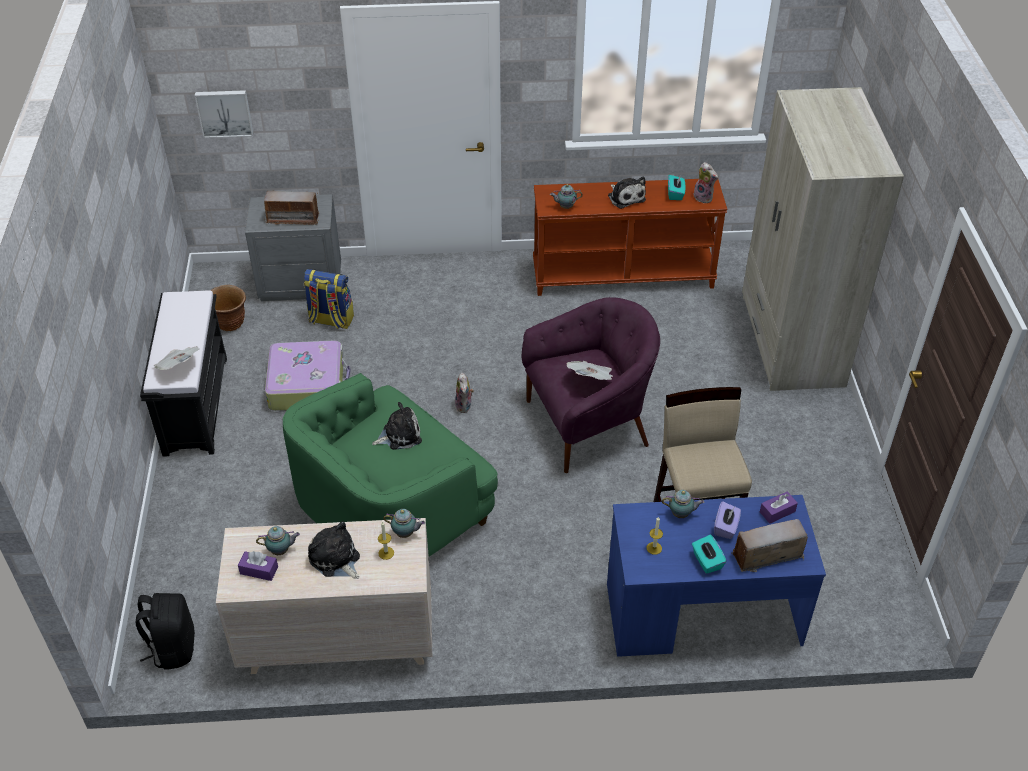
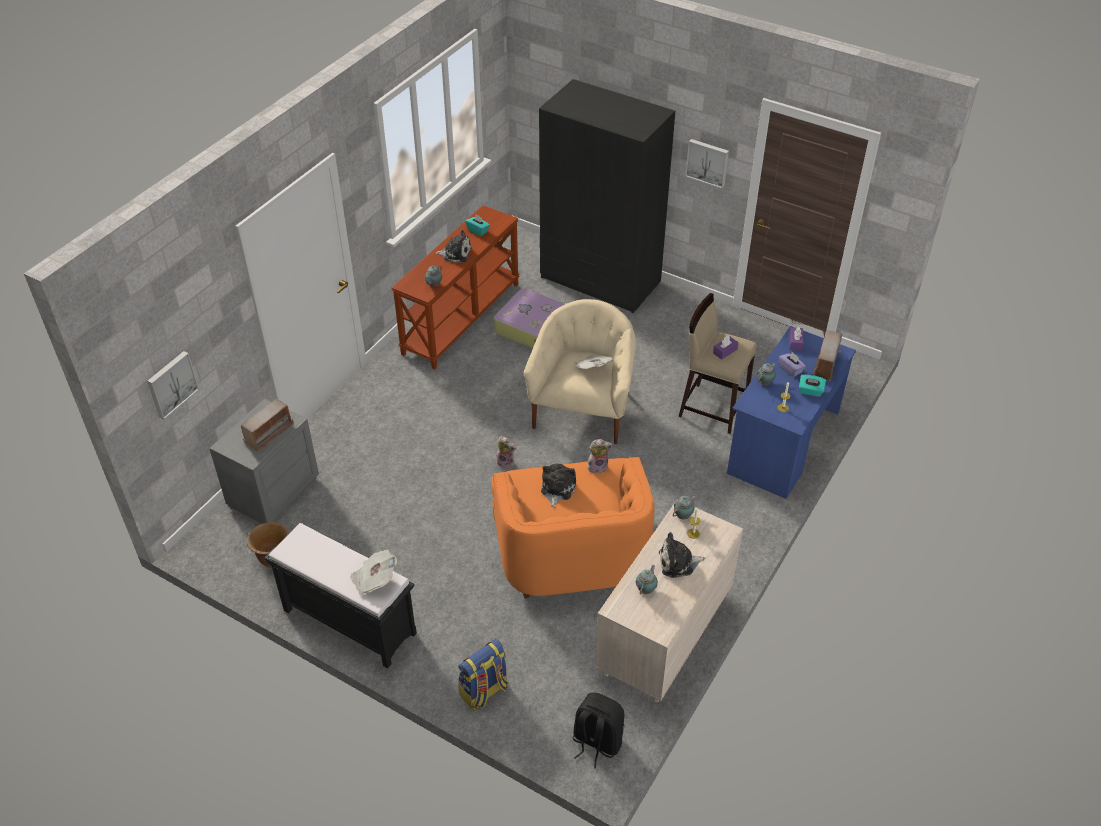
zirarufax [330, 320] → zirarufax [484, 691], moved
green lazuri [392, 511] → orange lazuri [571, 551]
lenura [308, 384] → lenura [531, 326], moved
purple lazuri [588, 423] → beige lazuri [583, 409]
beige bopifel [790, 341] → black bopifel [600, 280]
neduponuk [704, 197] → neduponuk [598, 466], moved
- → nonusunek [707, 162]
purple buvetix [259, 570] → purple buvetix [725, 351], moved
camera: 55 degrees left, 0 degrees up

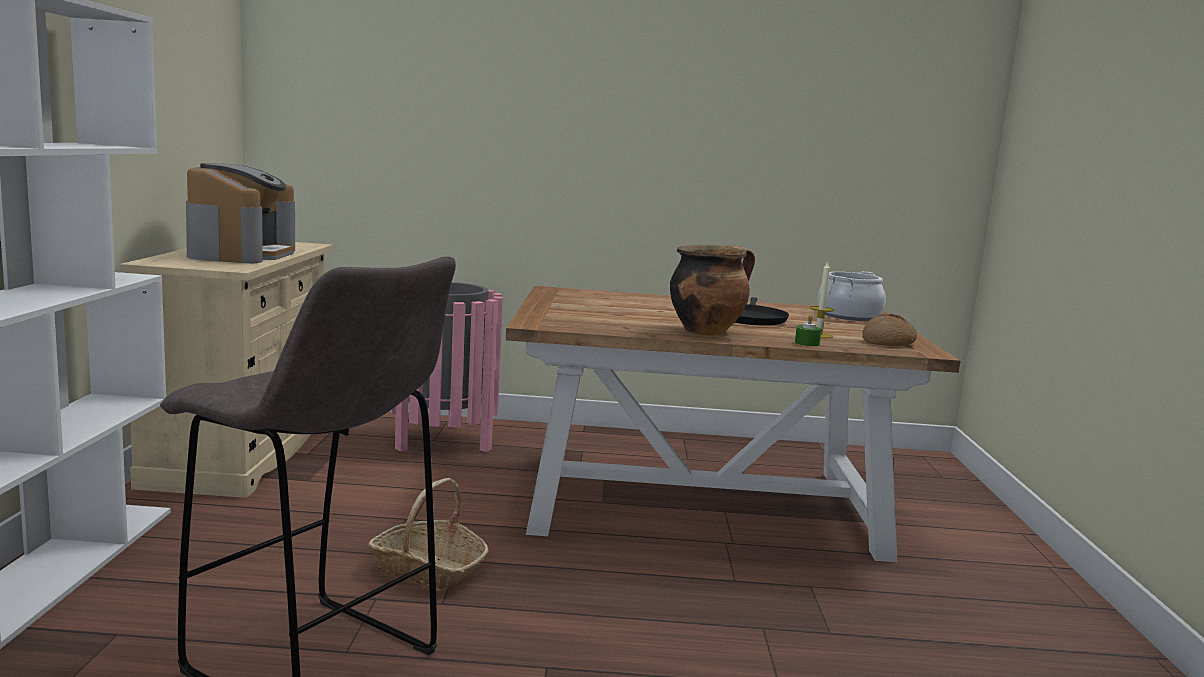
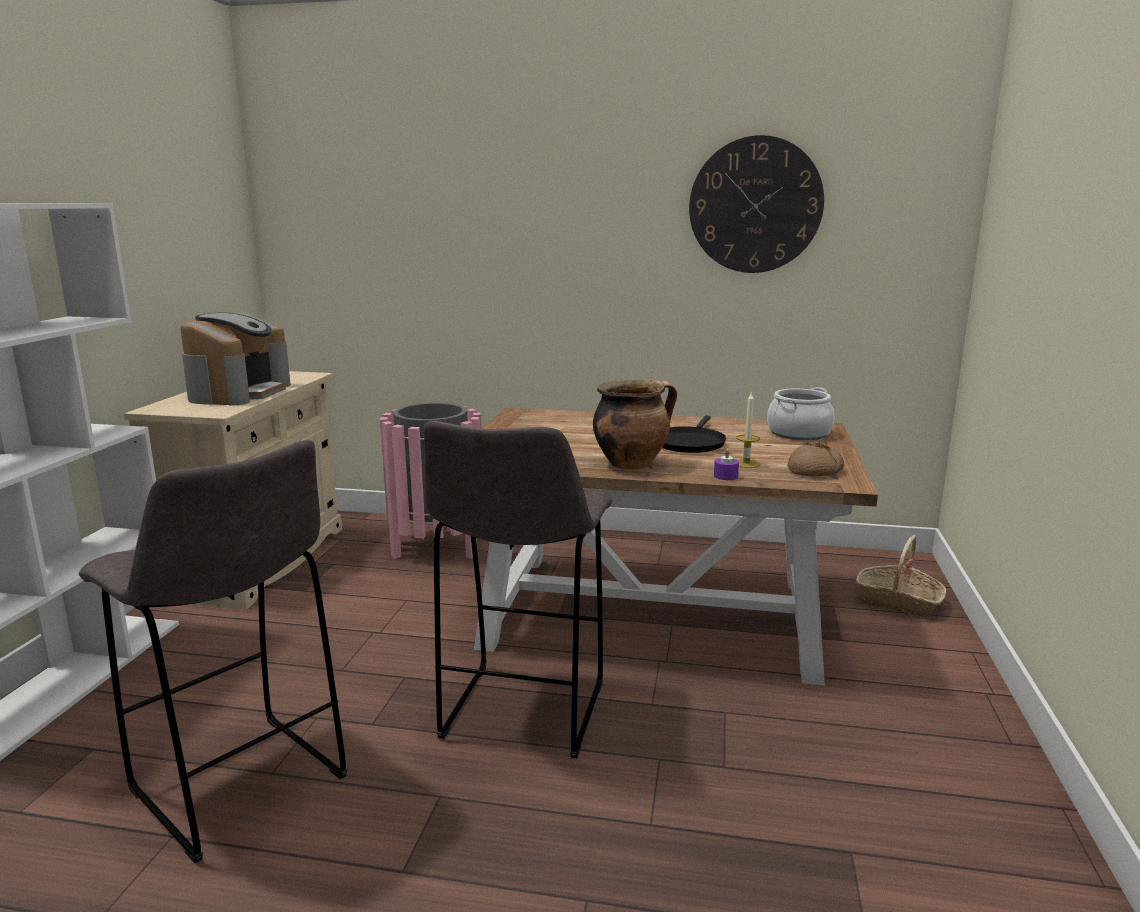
- → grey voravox [522, 713]
- → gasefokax [755, 205]
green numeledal [807, 343] → purple numeledal [725, 476]
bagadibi [429, 569] → bagadibi [898, 601], moved
camera: 10 degrees right, 5 degrees up

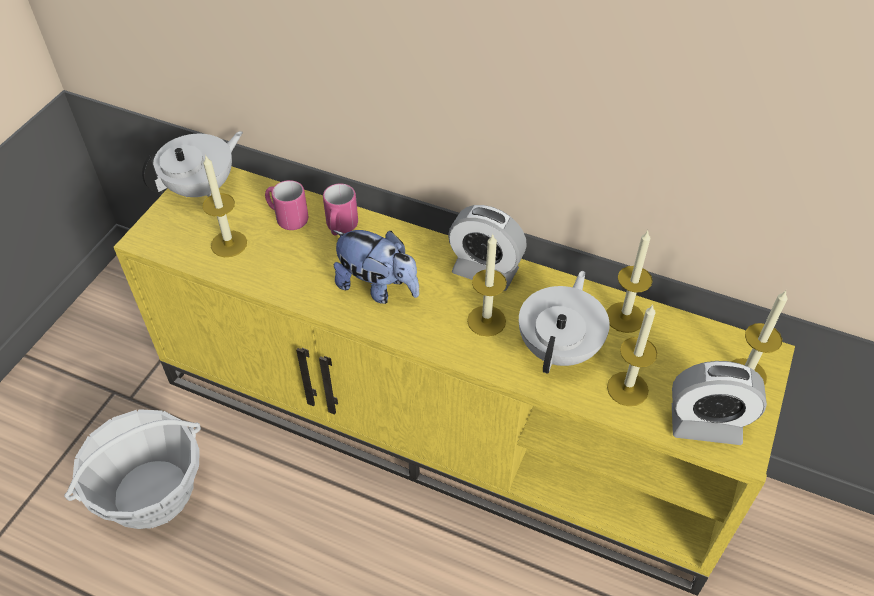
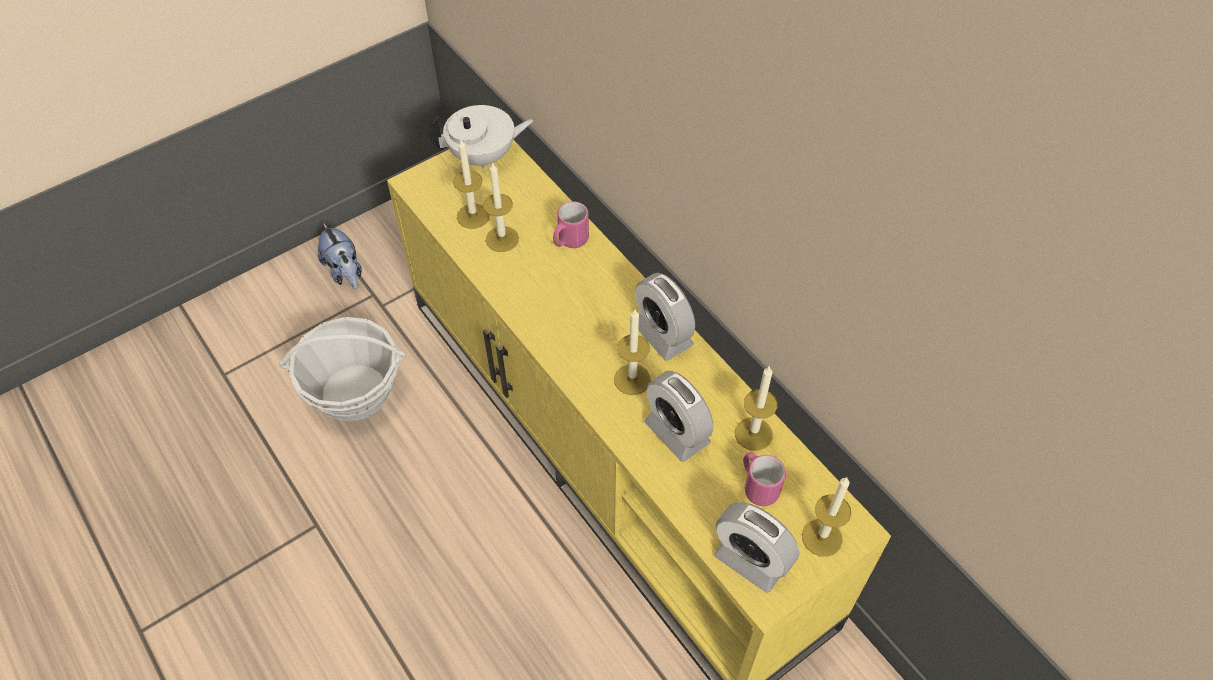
neduponuk [377, 287] → neduponuk [345, 272], moved
numeledal [627, 389] → numeledal [502, 239], moved
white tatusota [560, 348] → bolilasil [676, 432]
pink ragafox [287, 218] → pink ragafox [757, 486], moved
camera: 30 degrees right, 5 degrees up

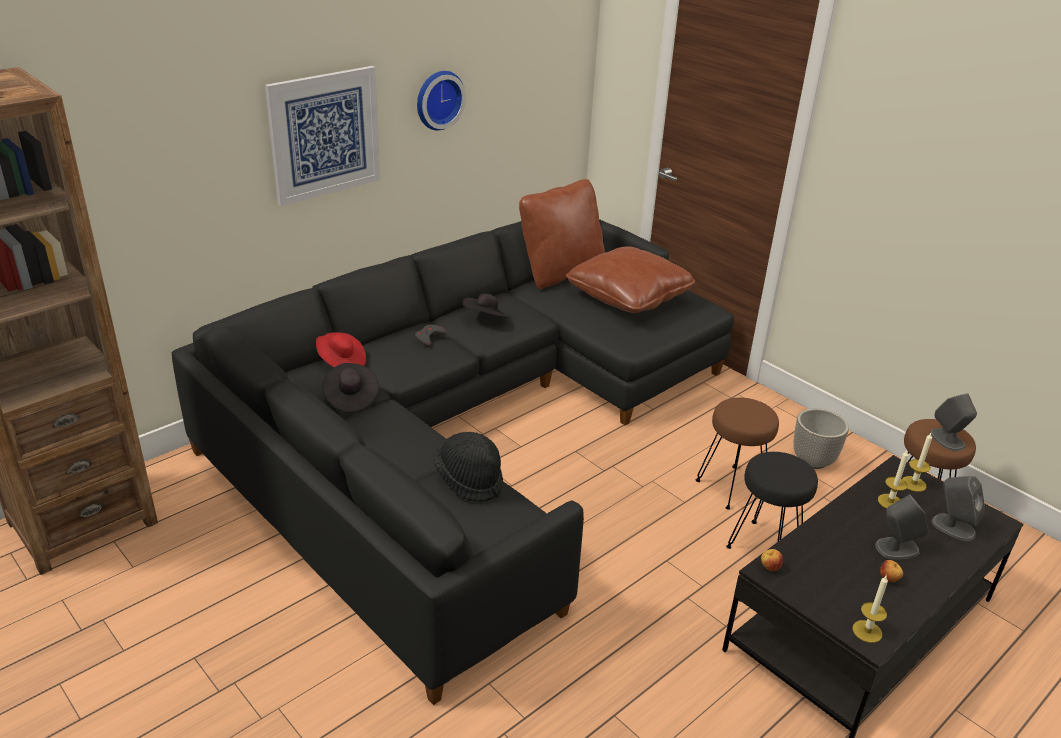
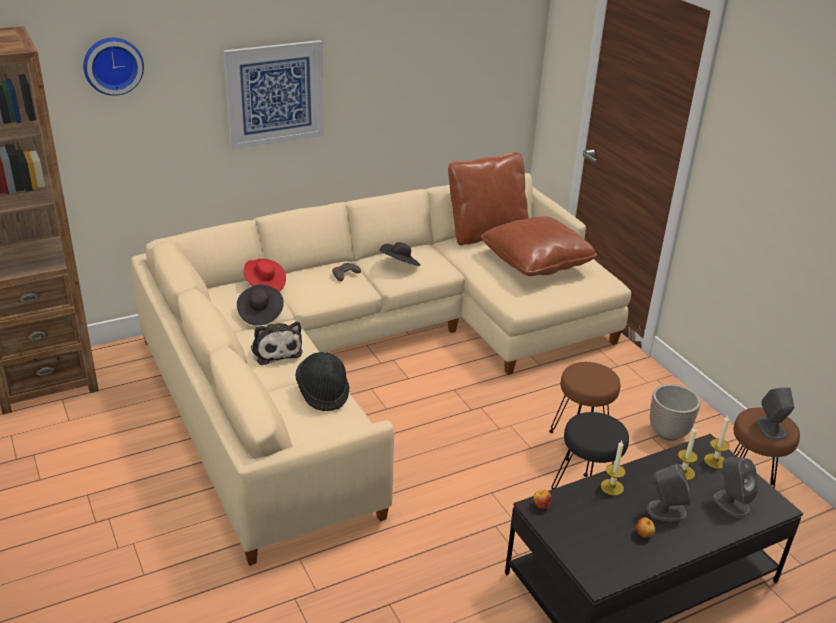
gasefokax [437, 99] → gasefokax [112, 65], moved
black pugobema [469, 429] → beige pugobema [370, 357]
- → neduponuk [275, 350]
numeledal [867, 631] → numeledal [612, 487], moved
camera: 15 degrees right, 0 degrees up

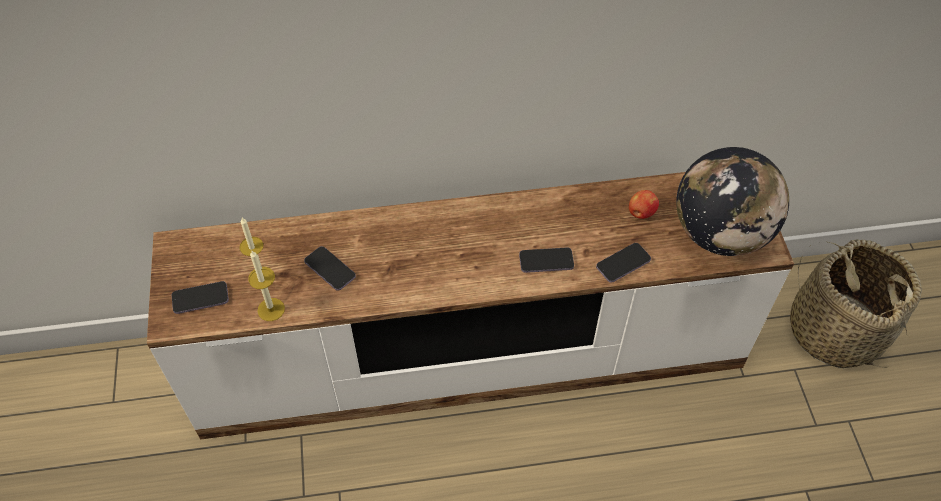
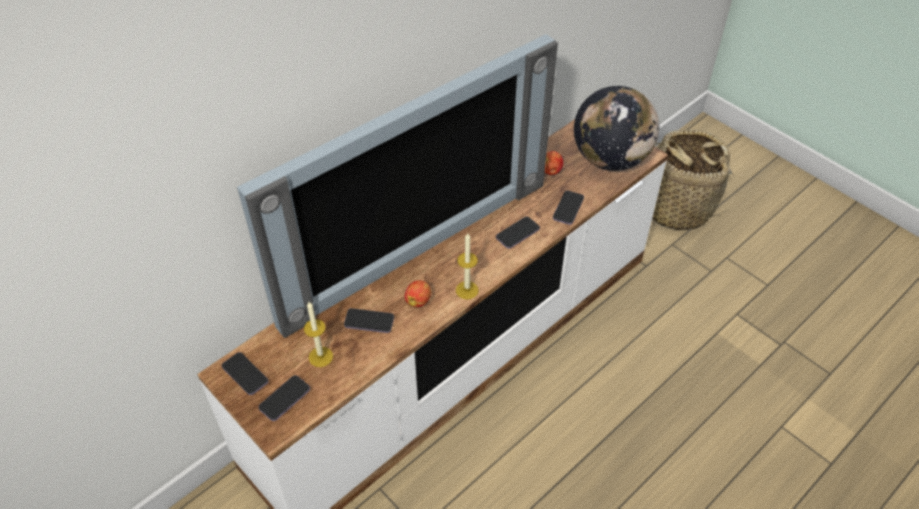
- → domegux [245, 374]
- → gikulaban [411, 244]
- → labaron [418, 300]
numeledal [271, 309] → numeledal [467, 290], moved
camera: 35 degrees left, 5 degrees down

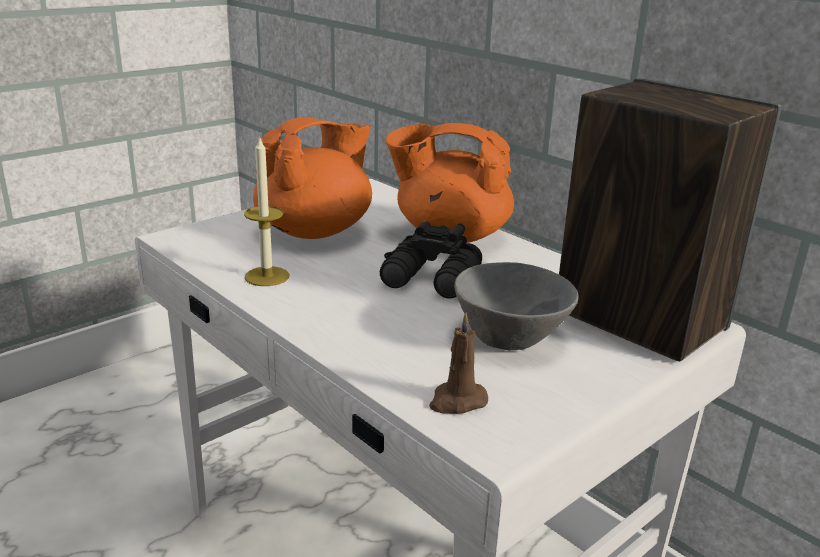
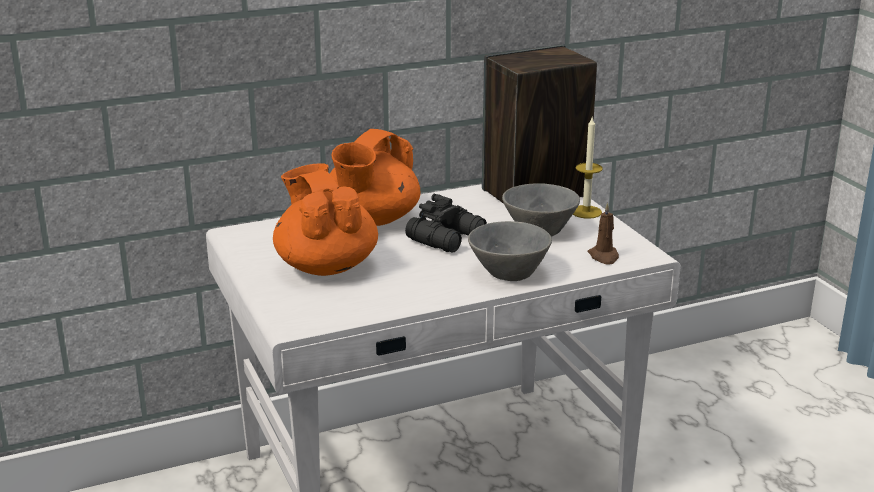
- → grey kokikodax [510, 272]
numeledal [267, 276] → numeledal [586, 212], moved
camera: 70 degrees left, 0 degrees up

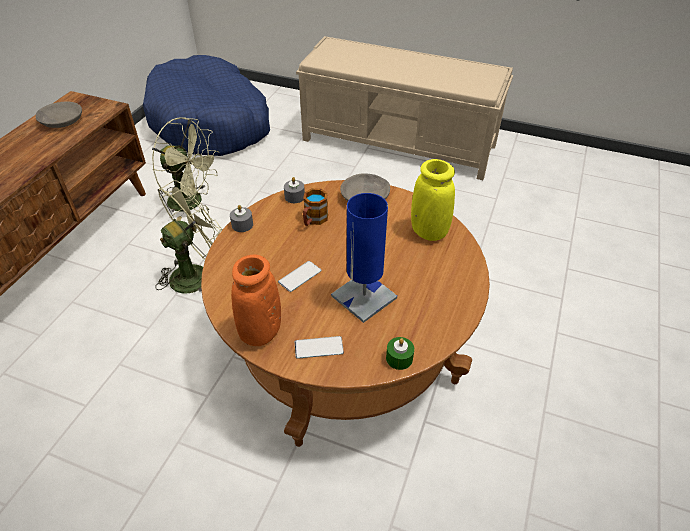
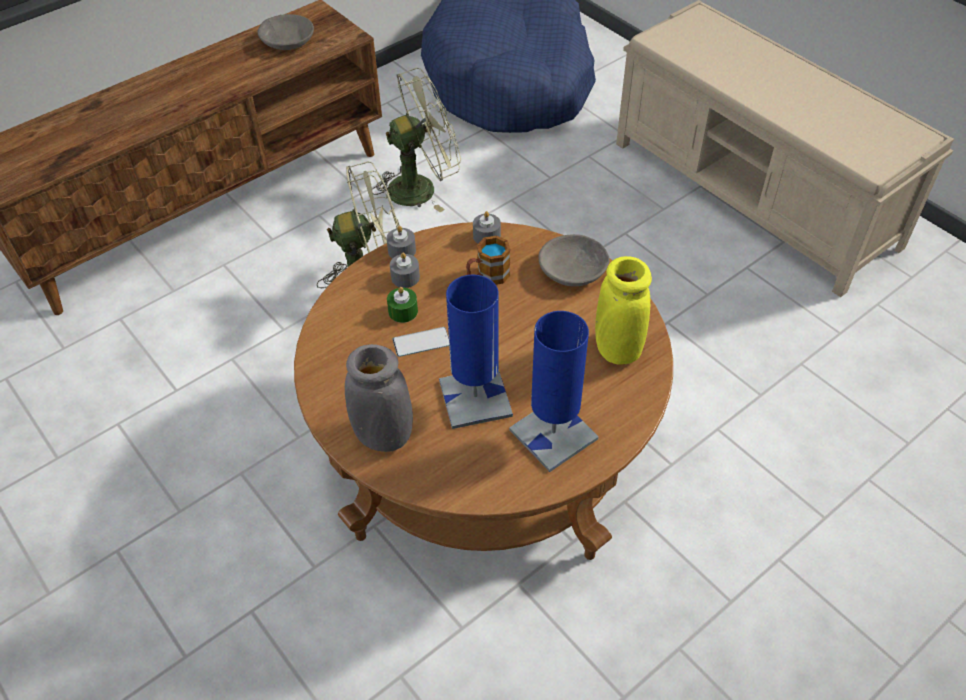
domegux [319, 347] → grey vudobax [383, 435]
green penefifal [192, 202] → green penefifal [421, 187], 75 degrees counterclockwise
green numeledal [399, 358] → green numeledal [403, 311], moved
- → grey numeledal [405, 277]
- → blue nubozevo [553, 434]
orange vudobax [260, 332] → -
camera: 30 degrees right, 5 degrees up

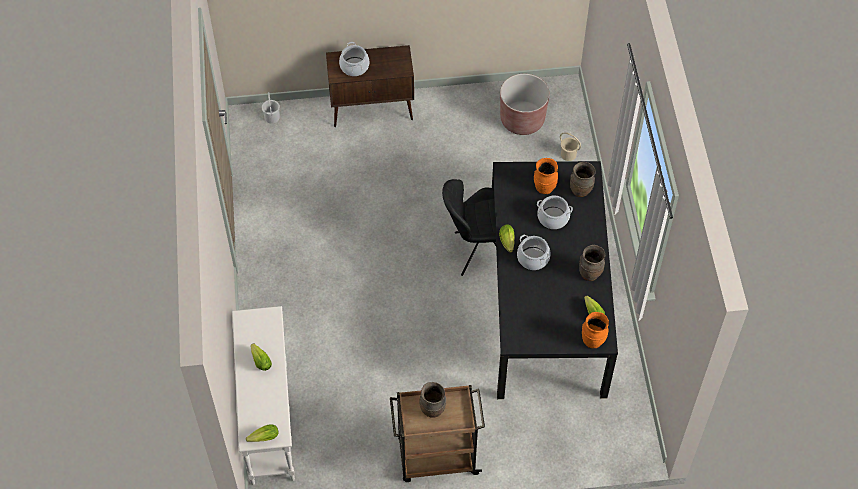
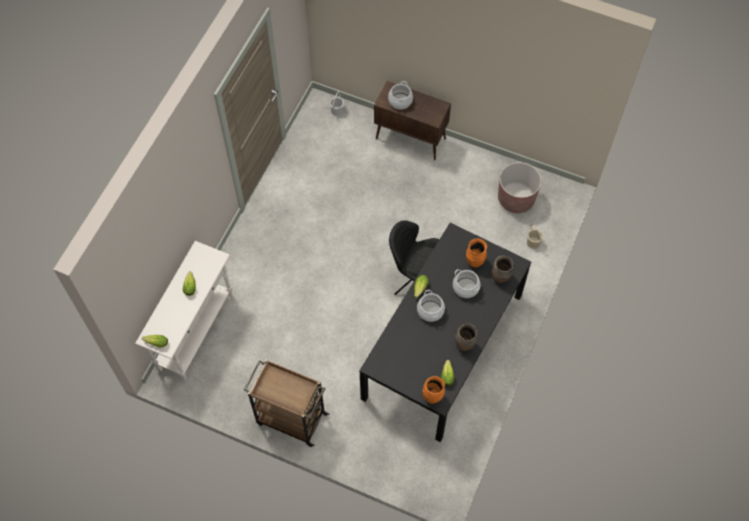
brown vudobax [433, 410] → -
camera: 30 degrees right, 5 degrees up

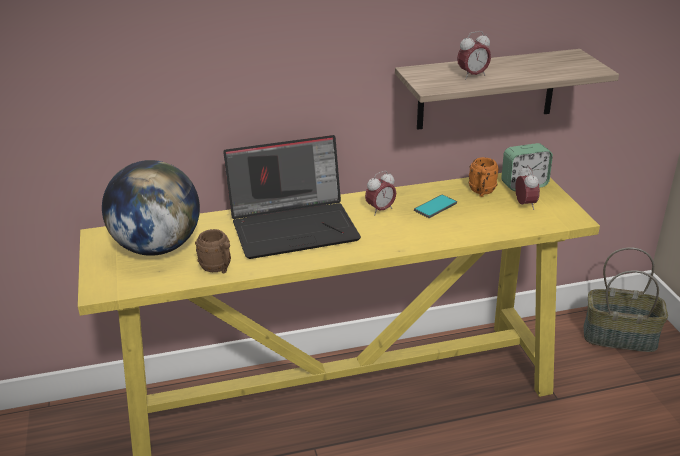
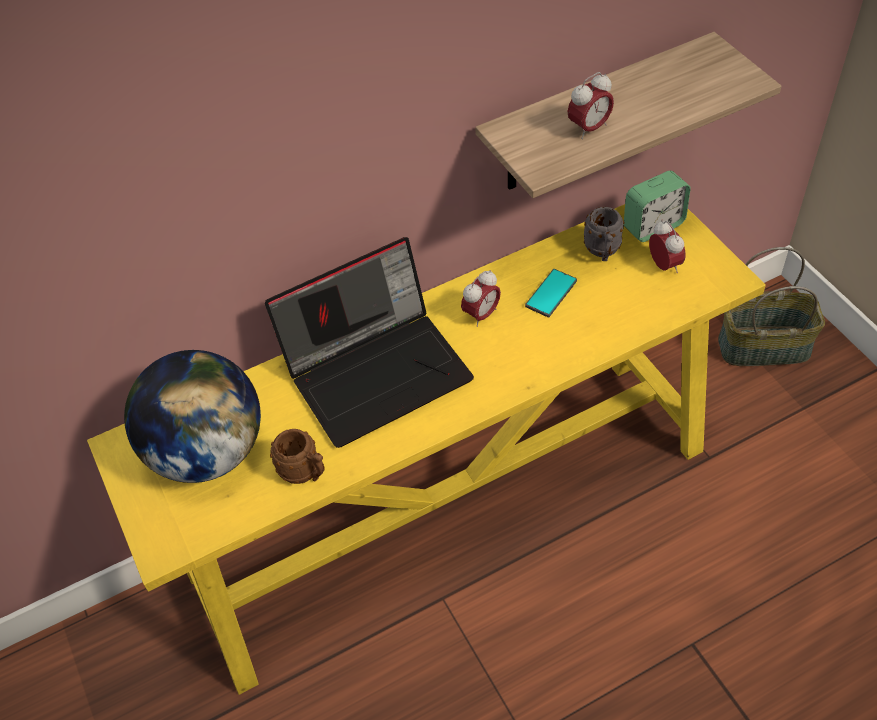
orange ragafox [481, 192] → grey ragafox [603, 252]
camera: 10 degrees left, 20 degrees up

